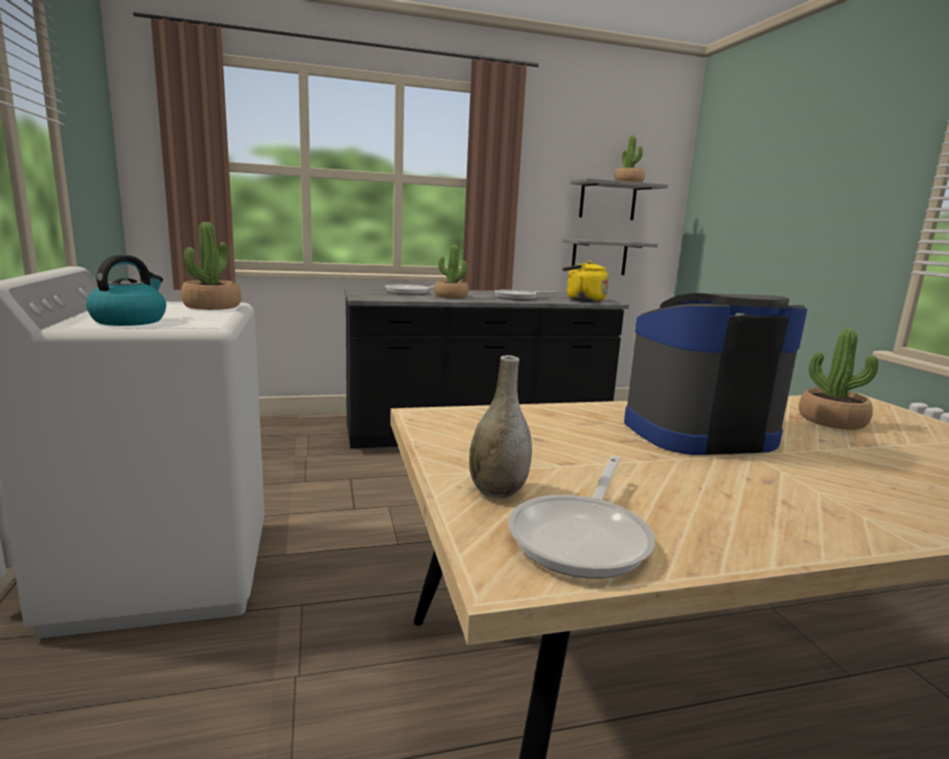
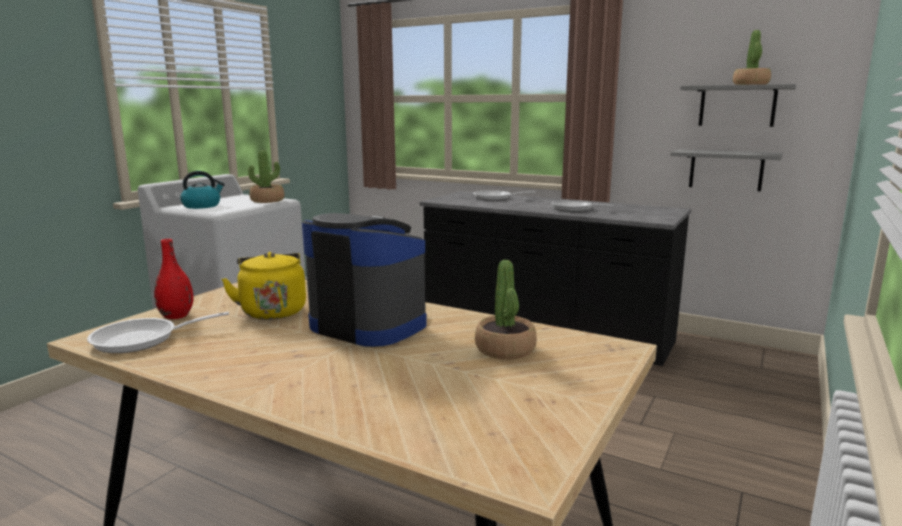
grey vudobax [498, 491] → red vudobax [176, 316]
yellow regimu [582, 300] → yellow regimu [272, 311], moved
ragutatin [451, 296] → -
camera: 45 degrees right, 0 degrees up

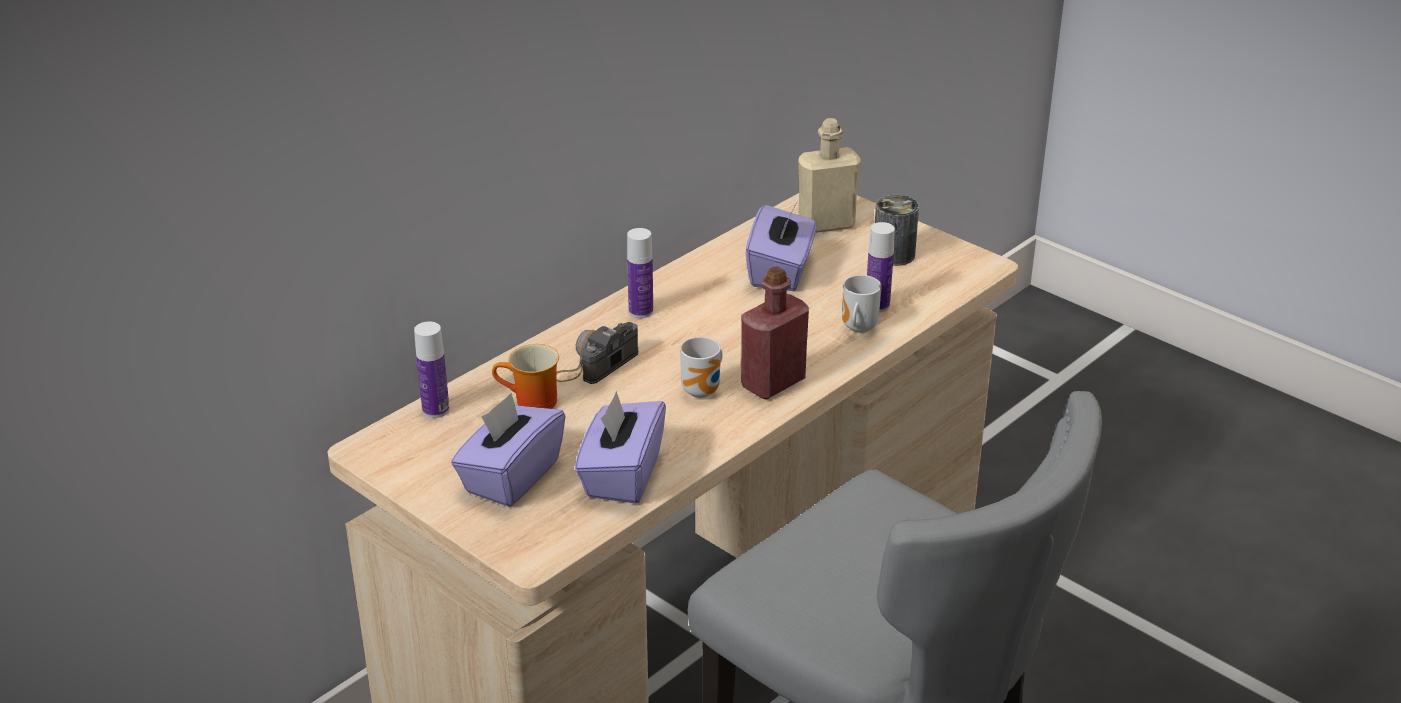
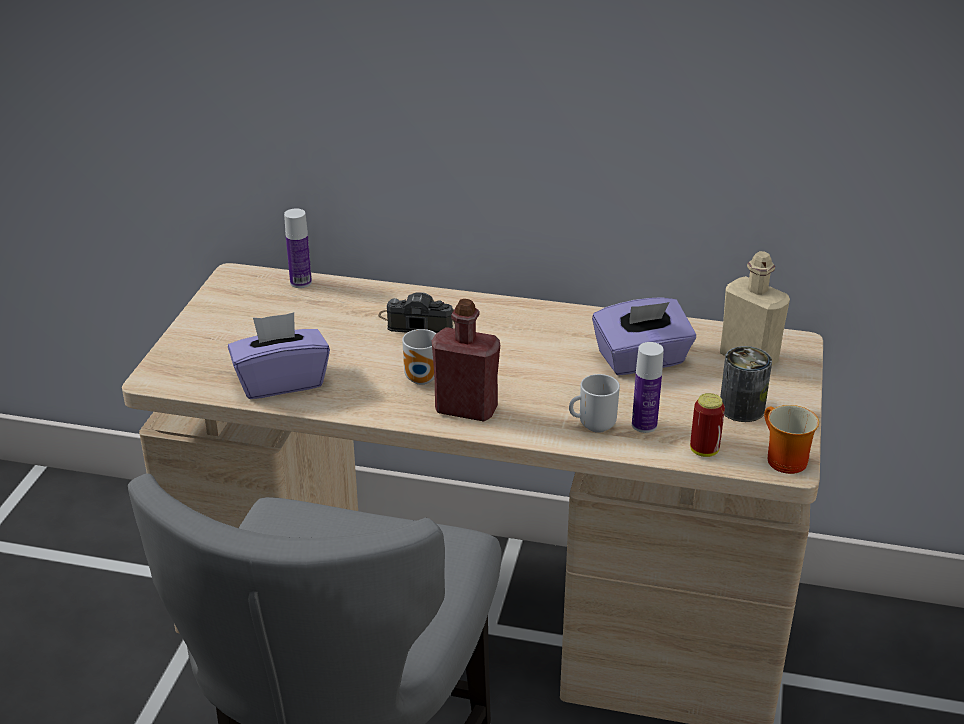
- → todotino [704, 450]
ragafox [531, 403] → ragafox [781, 459], moved
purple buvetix [511, 477] → -
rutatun [641, 311] → -
camera: 60 degrees right, 0 degrees up

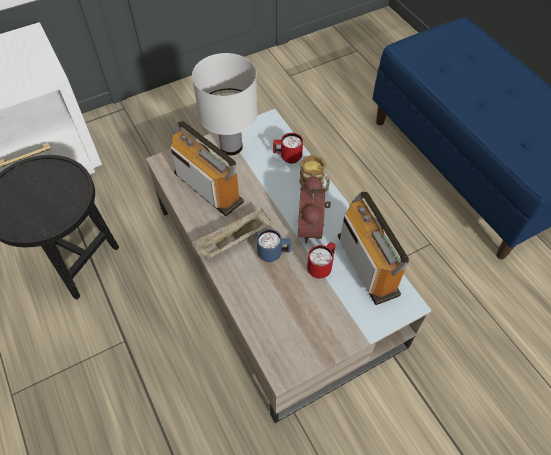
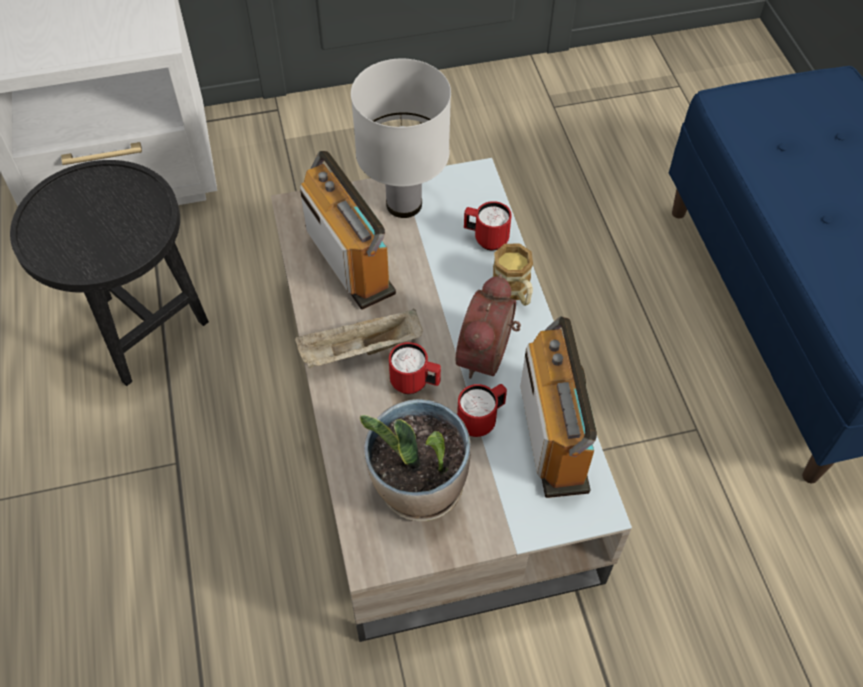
- → ragutatin [419, 488]
blue ragafox [273, 254] → red ragafox [415, 383]
camera: 15 degrees right, 0 degrees up

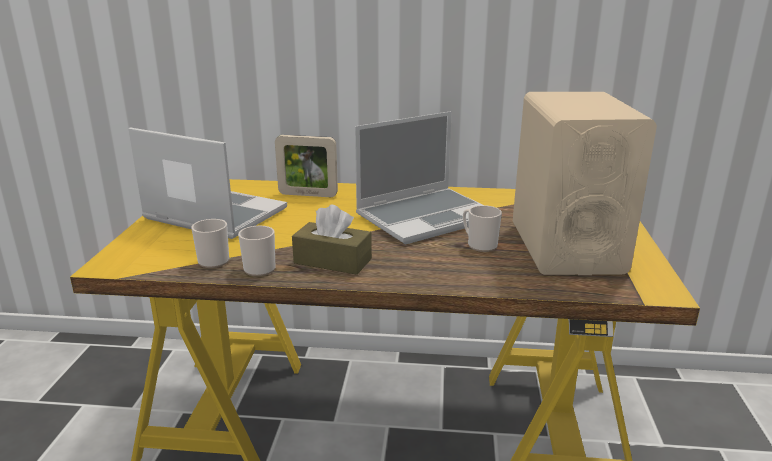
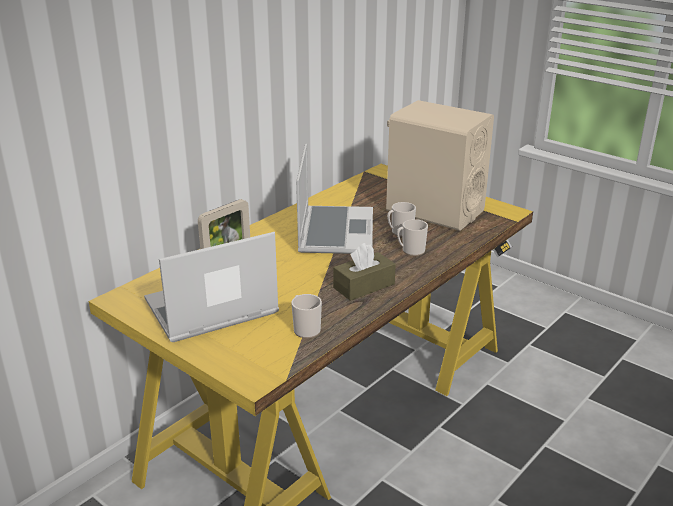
ragafox [257, 267] → ragafox [411, 250], moved
camera: 55 degrees left, 5 degrees up

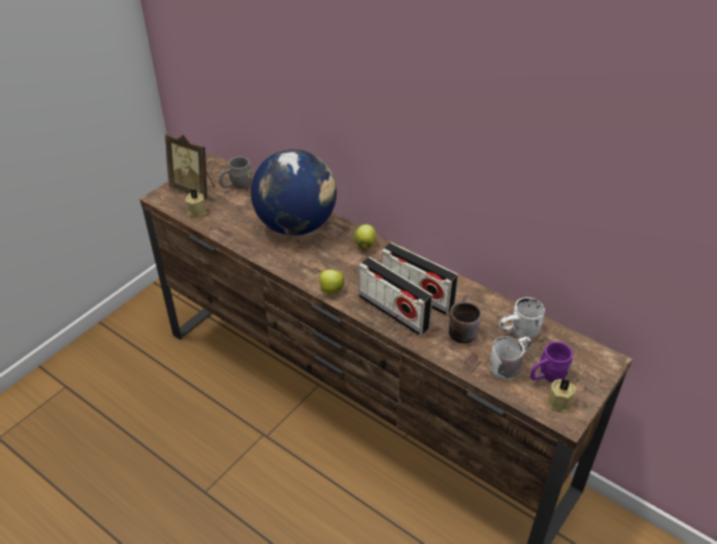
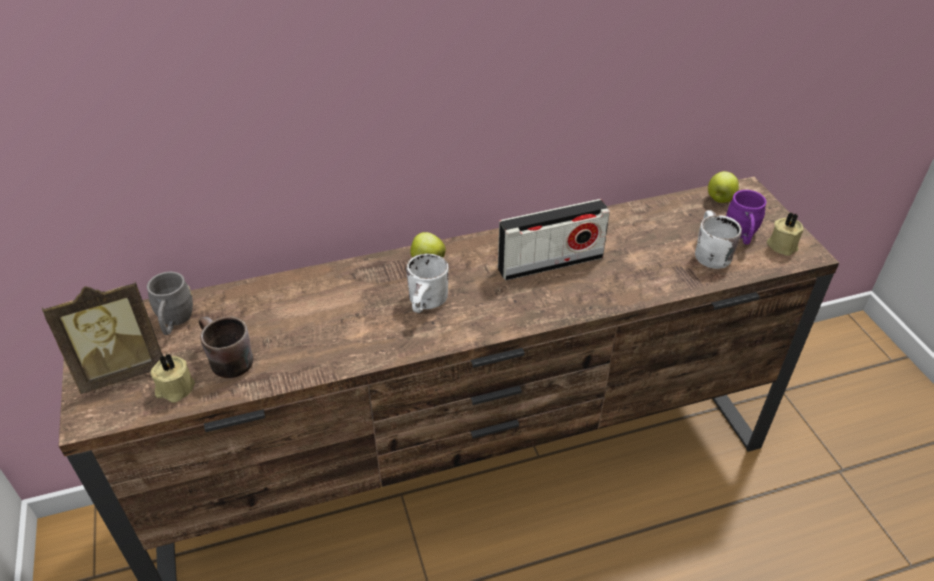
brown ragafox [460, 328] → brown ragafox [224, 361], moved
white ragafox [520, 332] → white ragafox [429, 304], moved
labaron [330, 290] → labaron [720, 199], moved
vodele [296, 225] → -
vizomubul [393, 312] → -
camera: 55 degrees left, 0 degrees up

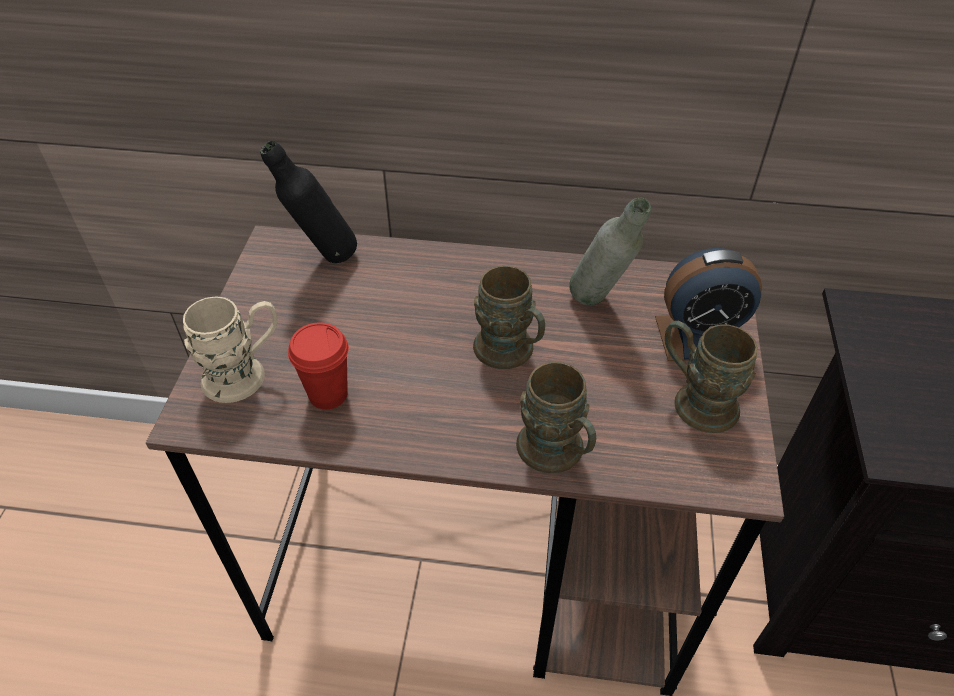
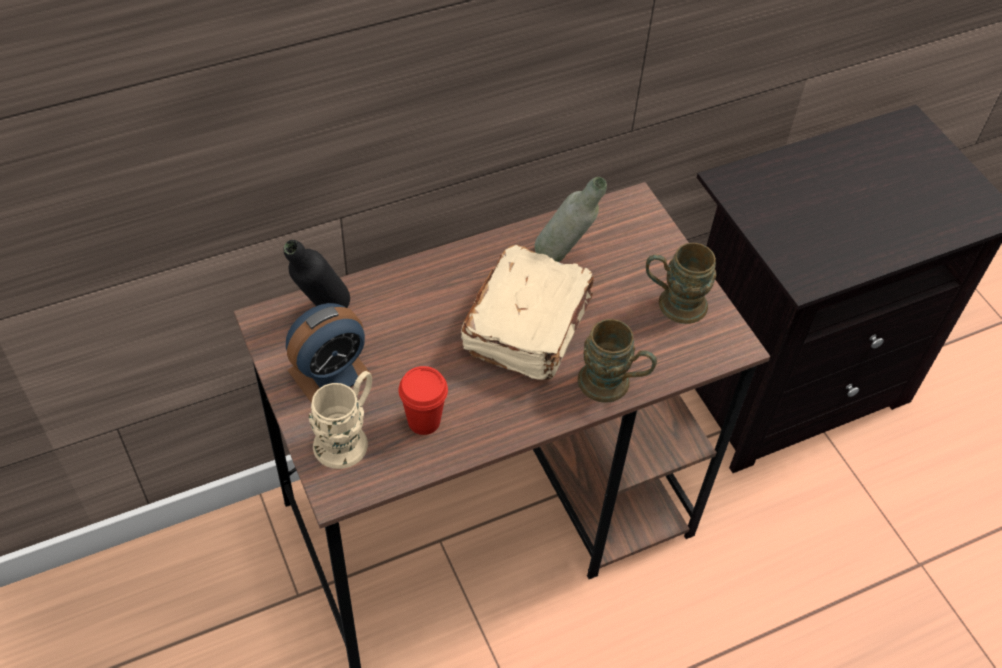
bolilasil [698, 336] → bolilasil [329, 373], moved
brown ragafox [510, 353] → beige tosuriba [529, 327]
camera: 35 degrees left, 5 degrees up

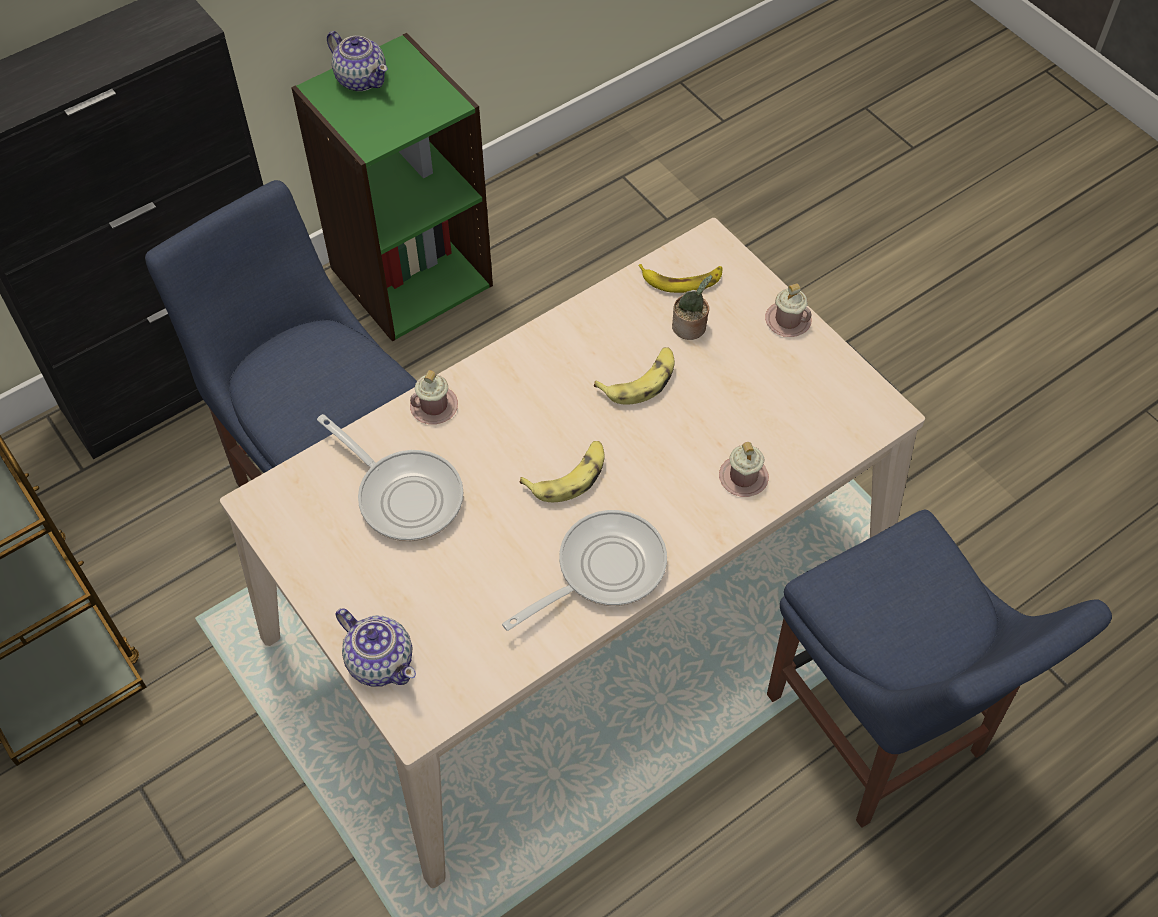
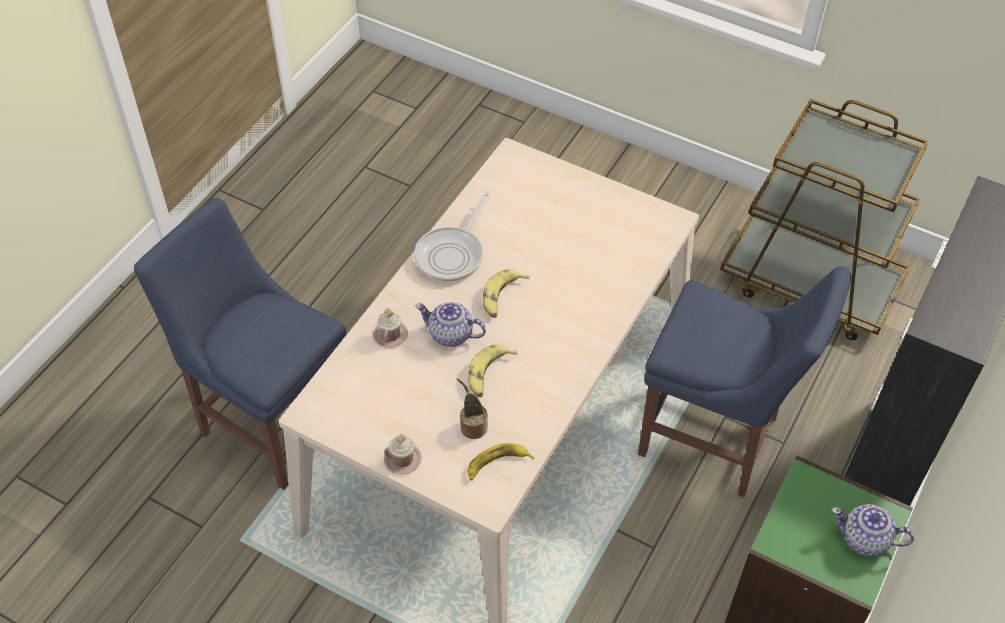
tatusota [380, 661] → tatusota [451, 335], moved
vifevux [404, 494] → -
pink ragafox [434, 406] → -
camera: 155 degrees right, 5 degrees down

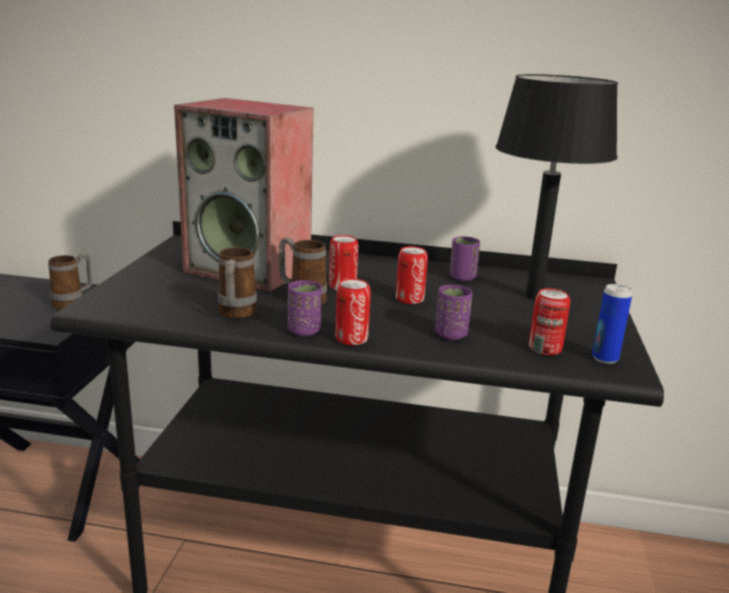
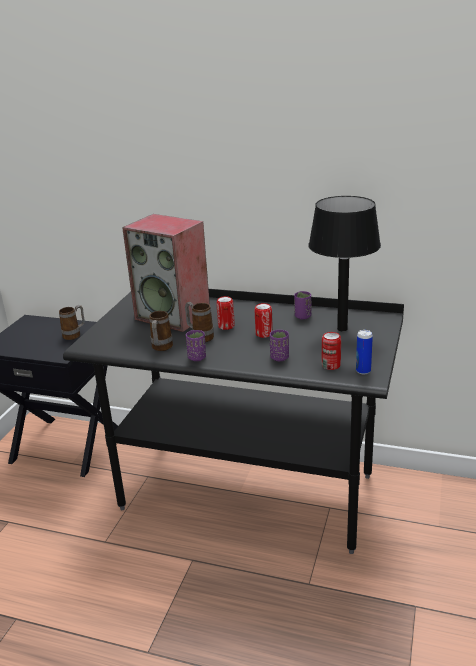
todotino [351, 339] → -
camera: 10 degrees right, 5 degrees up

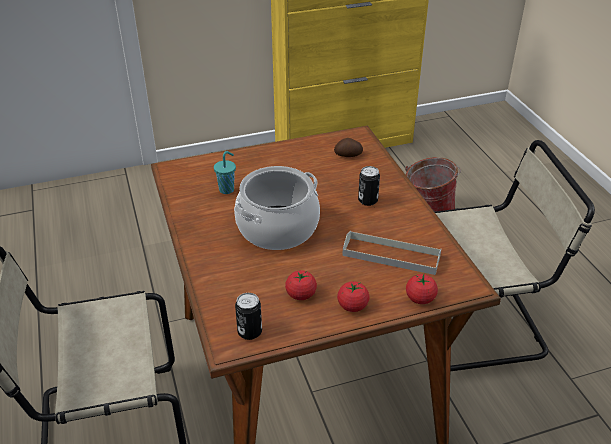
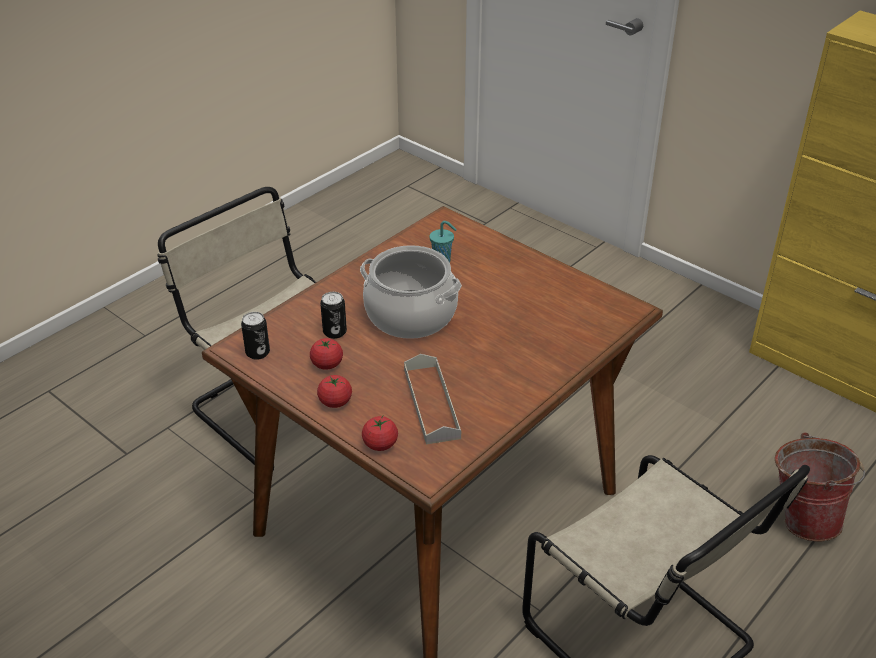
todotino [368, 200] → todotino [334, 332], moved
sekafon [348, 155] → -
camera: 60 degrees right, 0 degrees up

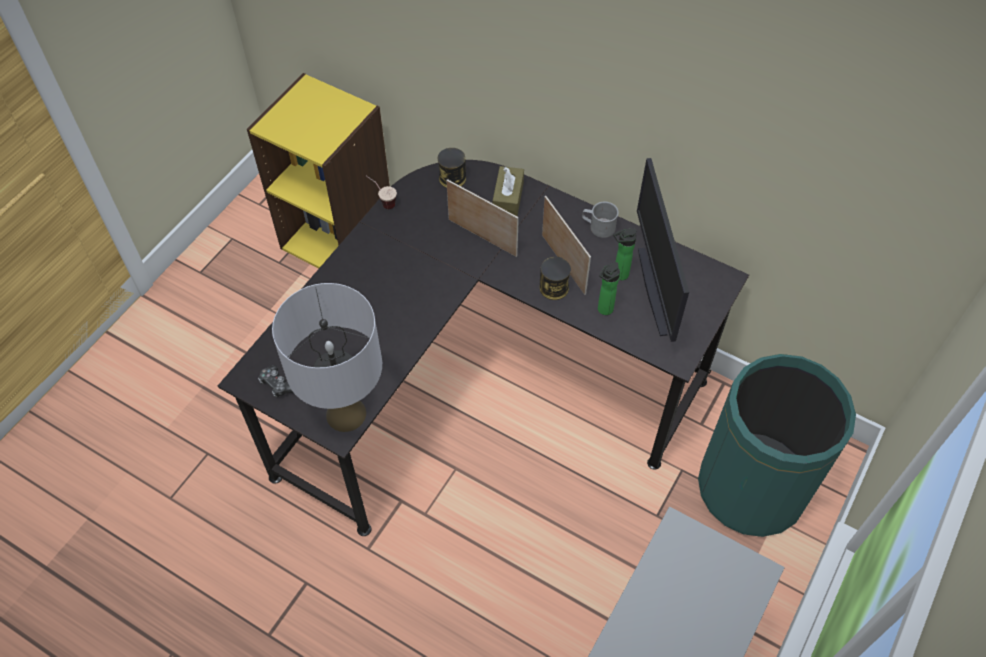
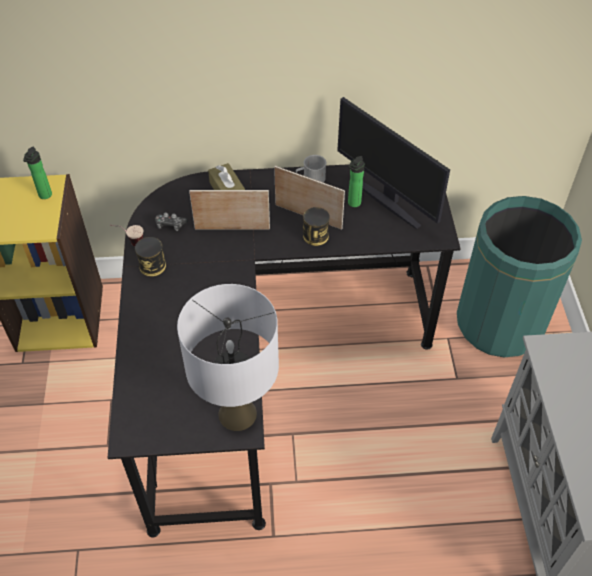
rutatun [603, 310] → rutatun [44, 196], moved
todotino [452, 178] → todotino [152, 266], moved
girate [277, 385] → girate [170, 225], moved
camera: 35 degrees left, 5 degrees down

